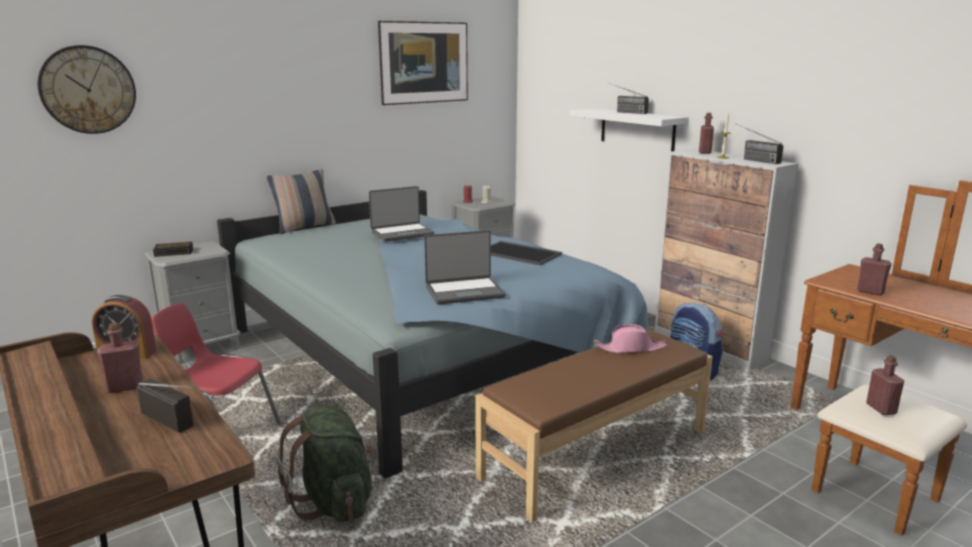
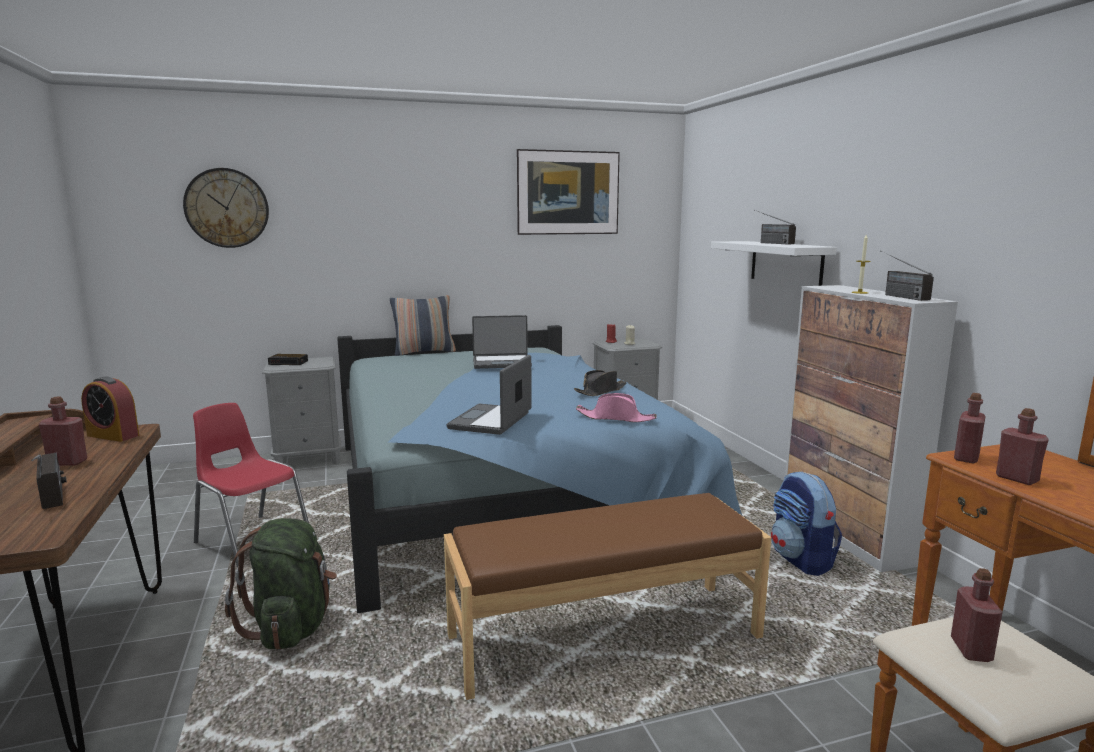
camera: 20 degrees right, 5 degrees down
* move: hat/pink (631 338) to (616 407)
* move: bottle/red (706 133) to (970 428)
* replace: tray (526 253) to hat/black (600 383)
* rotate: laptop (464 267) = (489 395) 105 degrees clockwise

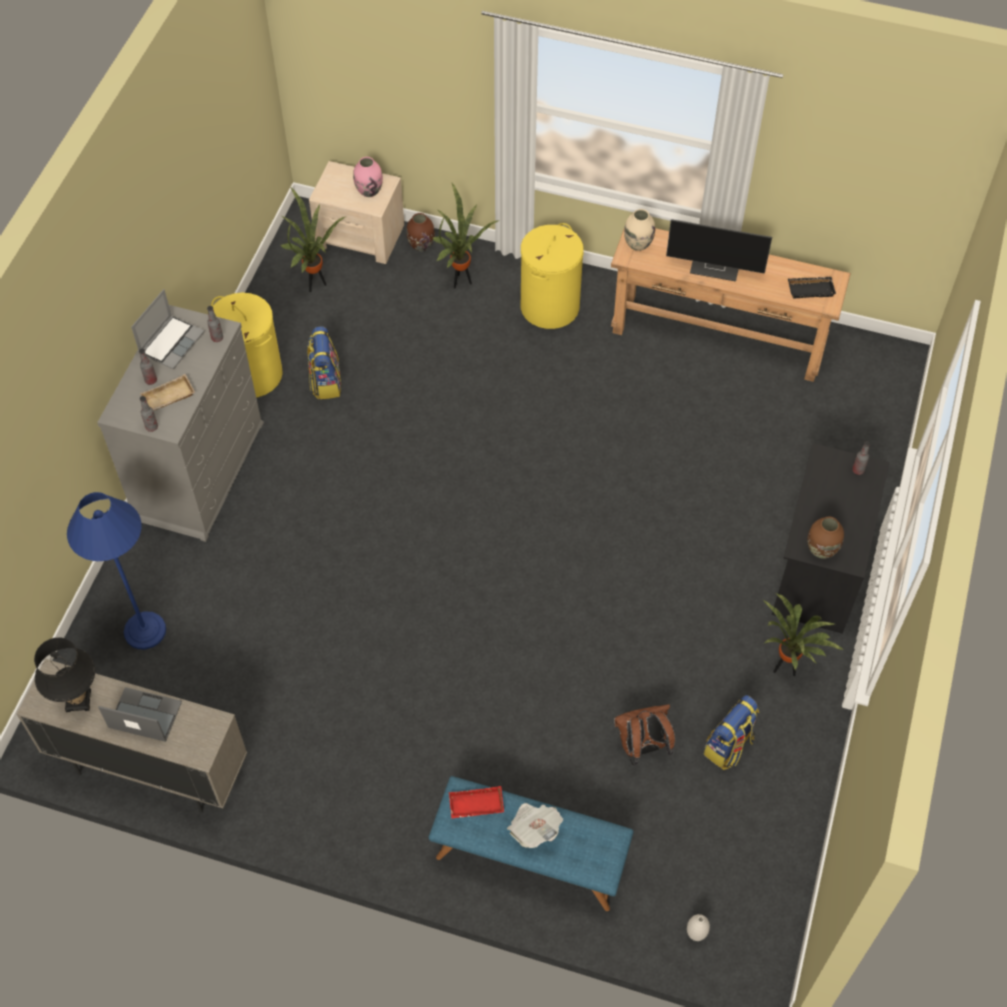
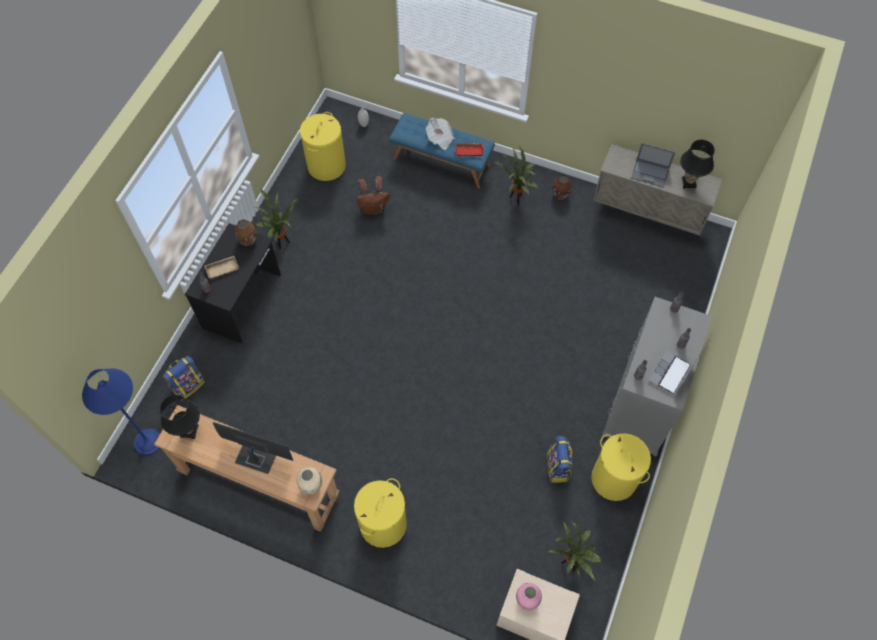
camera: 175 degrees left, 5 degrees up
* insert: laundry basket/yellow (323 146)
* move: floor lamp/blue (116 571) to (121 412)
* move: tray/beige (167 392) to (222 267)
* move: vase/brown (420 232) to (562 187)
* move: potted plant (466 235) to (516 175)
* move: backpack (731 732) to (184 378)
* replace: tray/black (812 287) to table lamp/black (180 417)

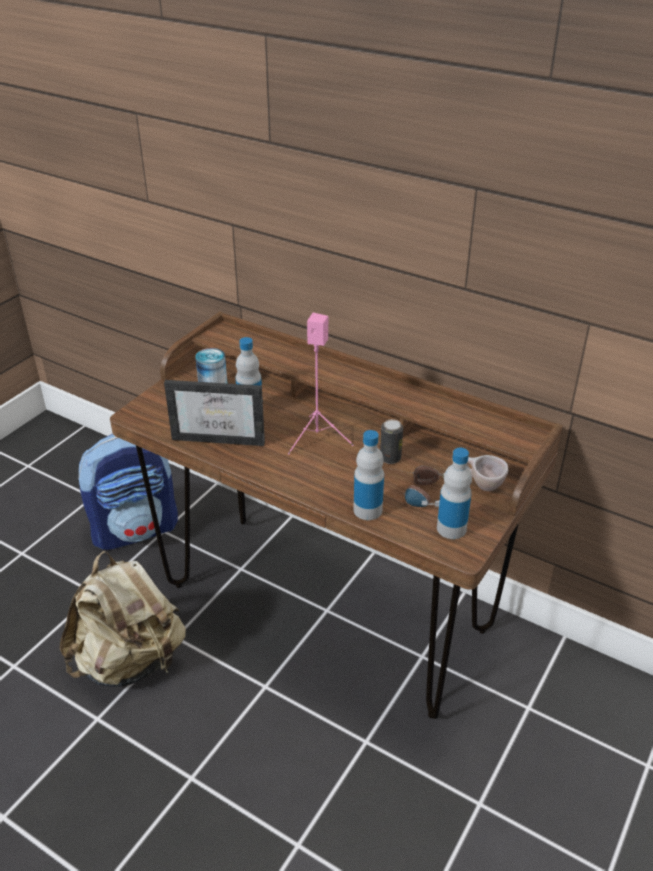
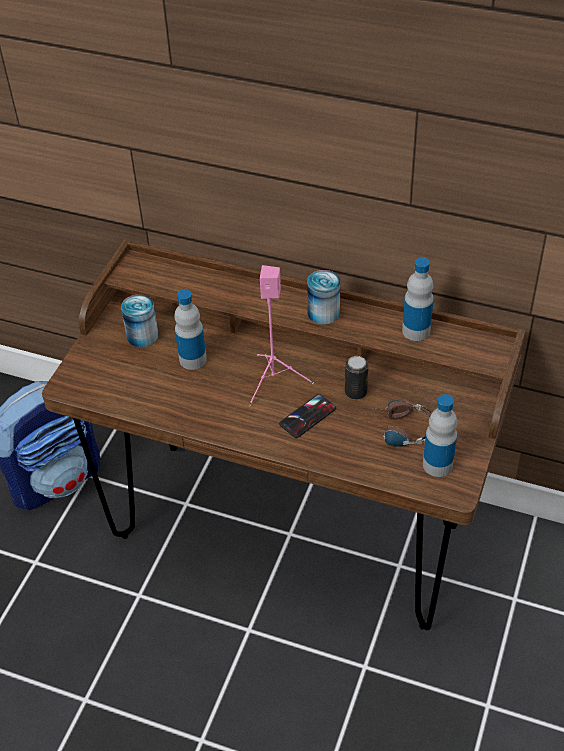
camera: 10 degrees left, 10 degrees up
* delete: backpack/beige (123 619)
* delete: picture frame (214 413)
* delete: cup/beige (487 473)
* insert: phone (307 416)
* insert: can (323 297)
* move: bottle (368 475) to (418 299)

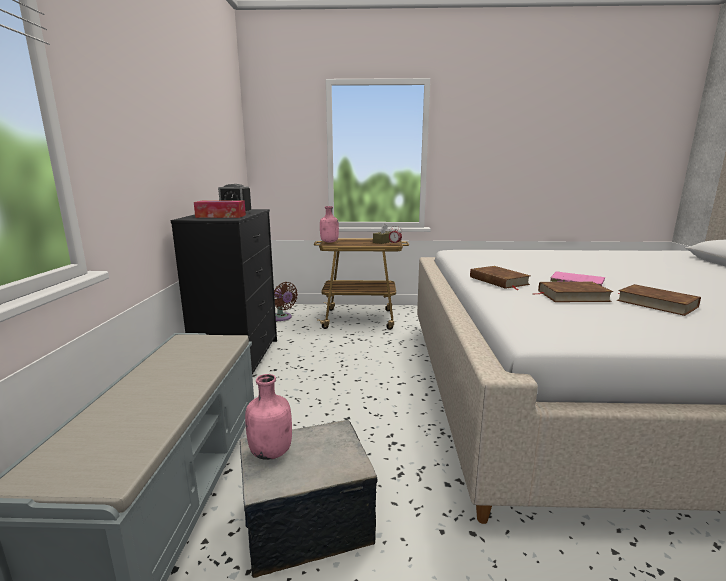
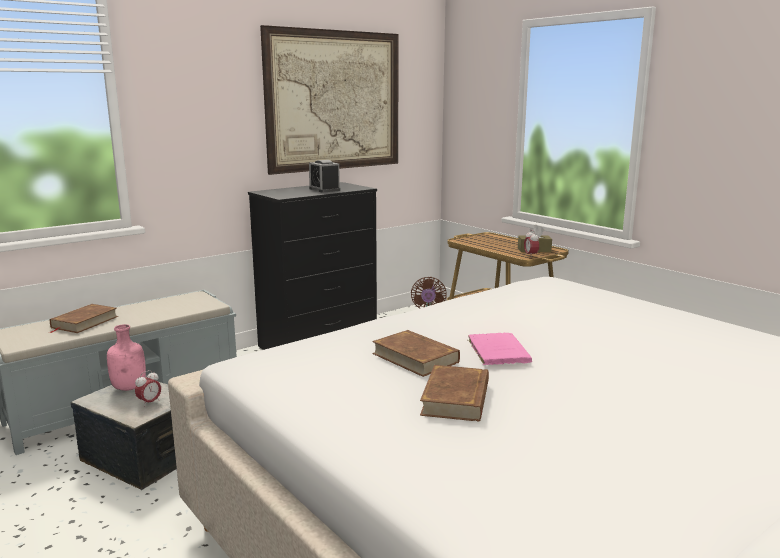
camera: 50 degrees right, 0 degrees up
* delete: tissue box (220 209)
* delete: bottle/pink (329 224)
* insert: alarm clock (148 388)
* insert: picture (329 100)
* move: book/brown (500 278) to (83 318)

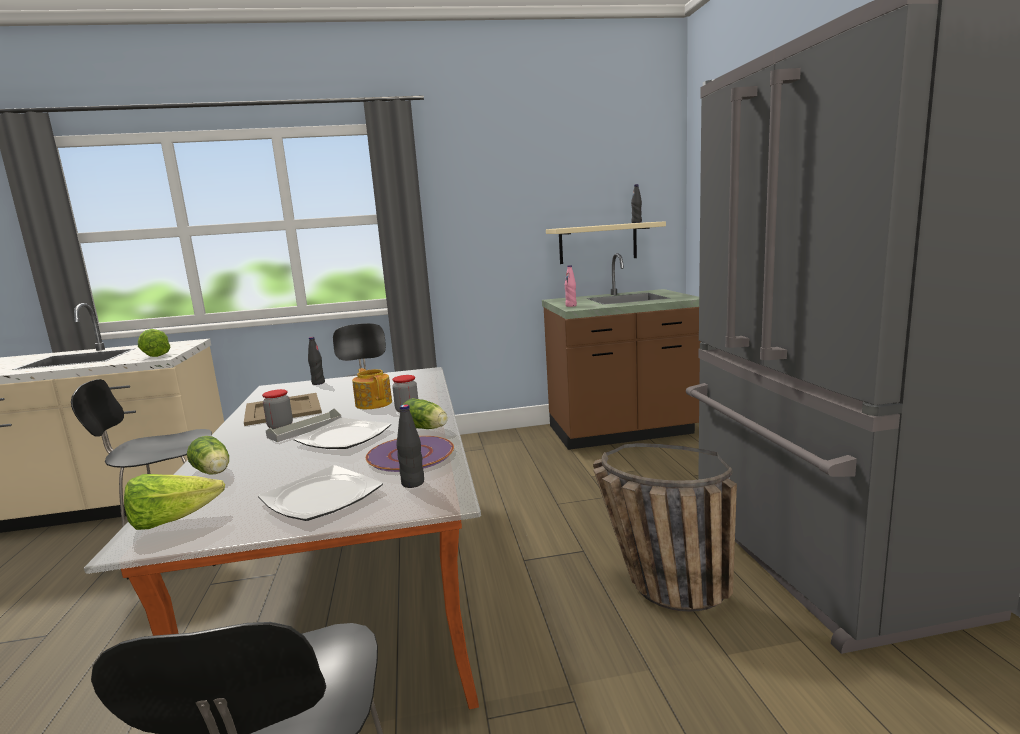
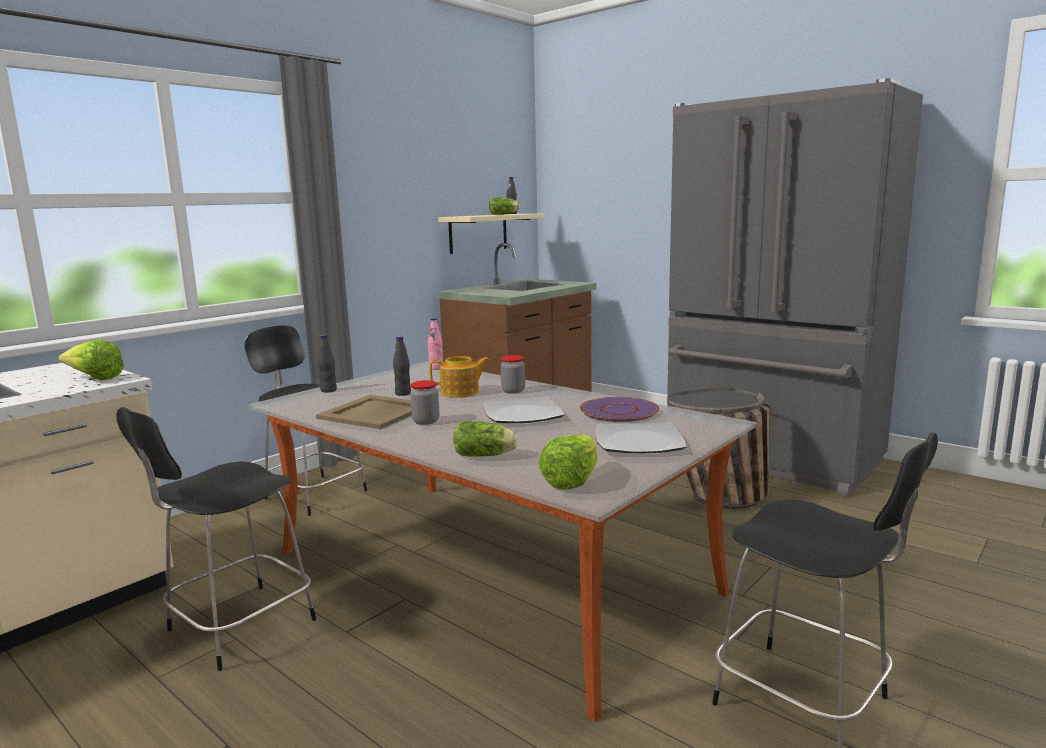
camera: 40 degrees left, 0 degrees up
* delete: tray/grey (303 425)
* move: bottle/black (410 446) to (402 366)
* move: lettuce (425 413) to (504 206)
* move: bottle/pink (571 286) to (435 344)
* rotate: teapot (372 388) = (459 377) 150 degrees clockwise

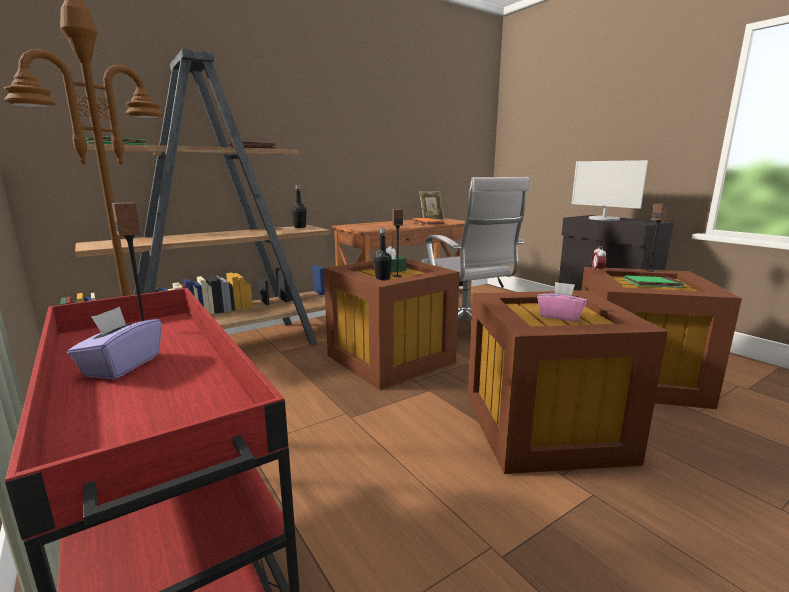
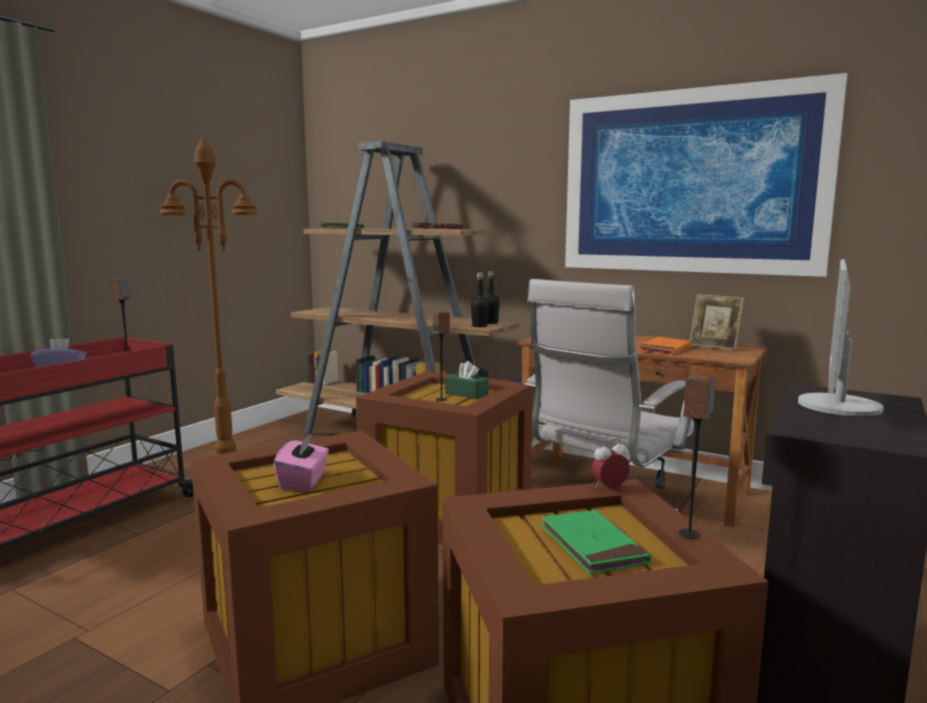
camera: 65 degrees right, 5 degrees down
* insert: picture (706 175)
* move: bottle/black (383 254) to (480 299)

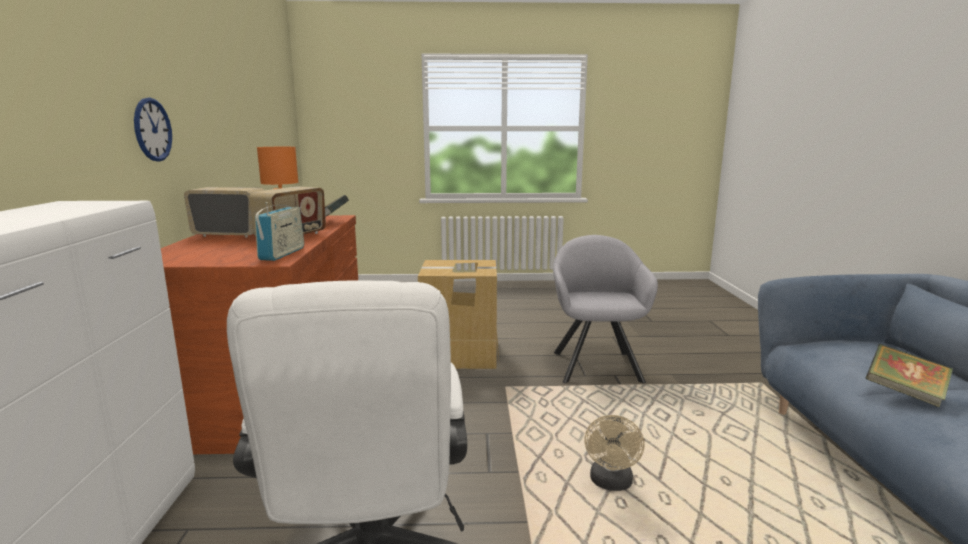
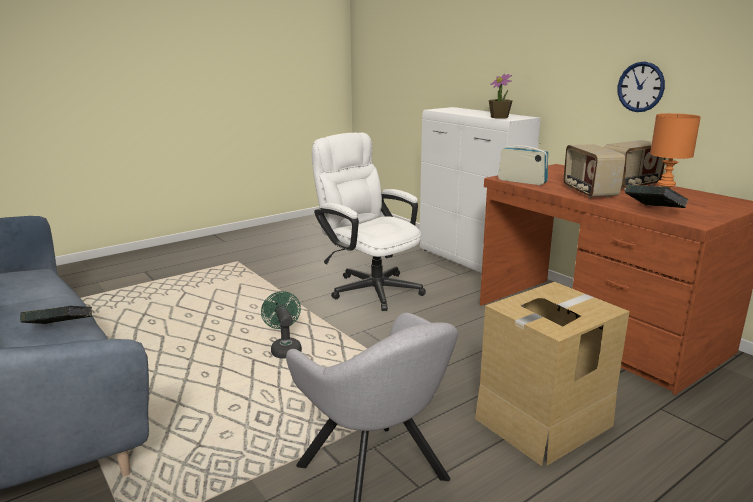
camera: 145 degrees right, 5 degrees up
* insert: potted plant (501 96)
* recolor: fan/beige (614 453) to fan/green (281 324)
* rotate: radio (279 231) = (523 164) 150 degrees clockwise

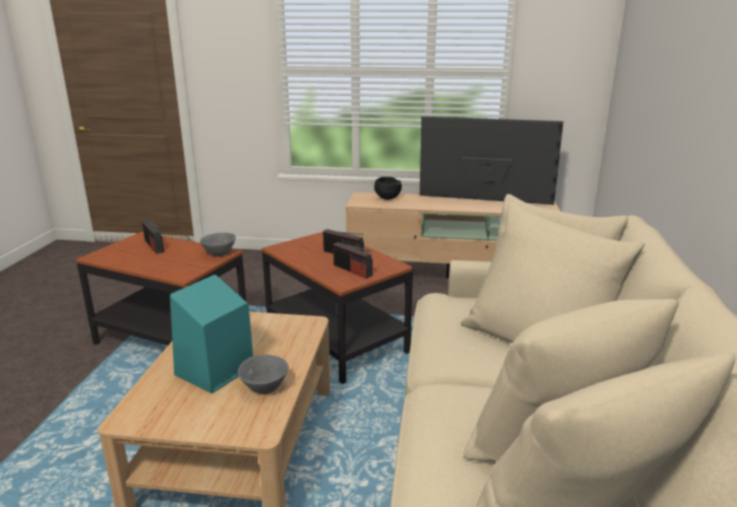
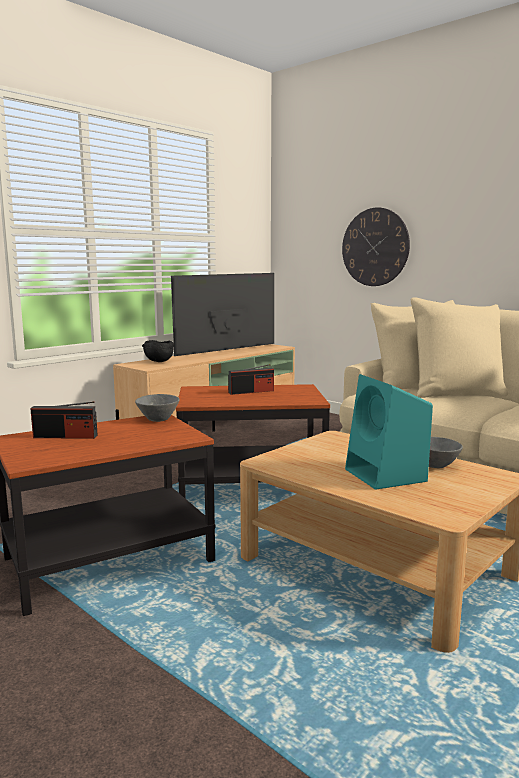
camera: 55 degrees left, 10 degrees down
* delete: radio (352 260)
* insert: wall clock (376 246)

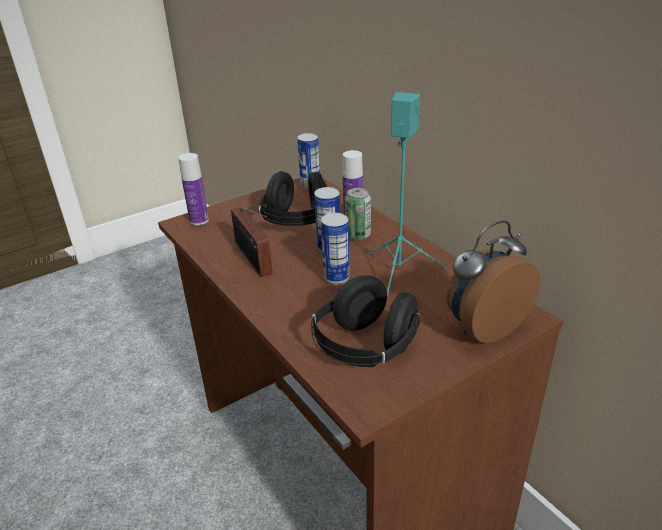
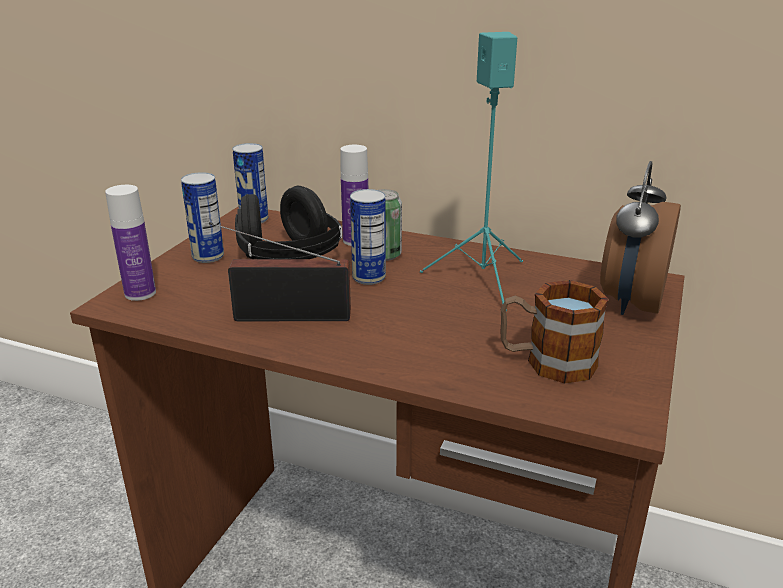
camera: 35 degrees left, 5 degrees down
* move: can (335 249) to (202 217)
* replace: headphones/black (365 321) to mug (555 331)
* rotate: radio (252 242) = (280 271) 150 degrees clockwise

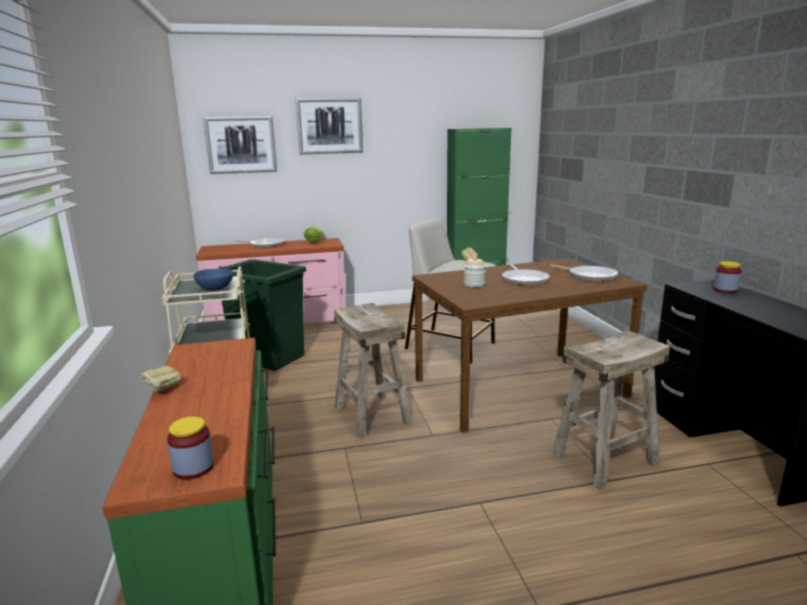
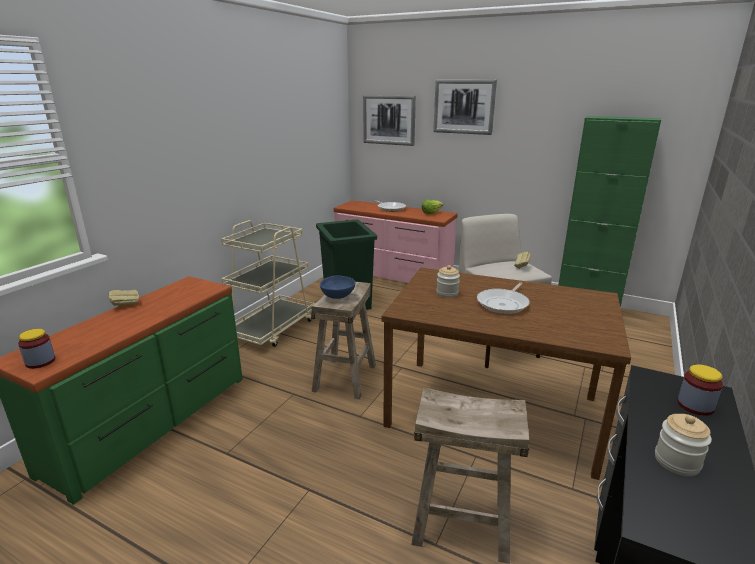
camera: 40 degrees right, 5 degrees up
* delete: frying pan (584 273)
* insert: jar (683 445)
* move: bowl/blue (213 280) to (337 287)

